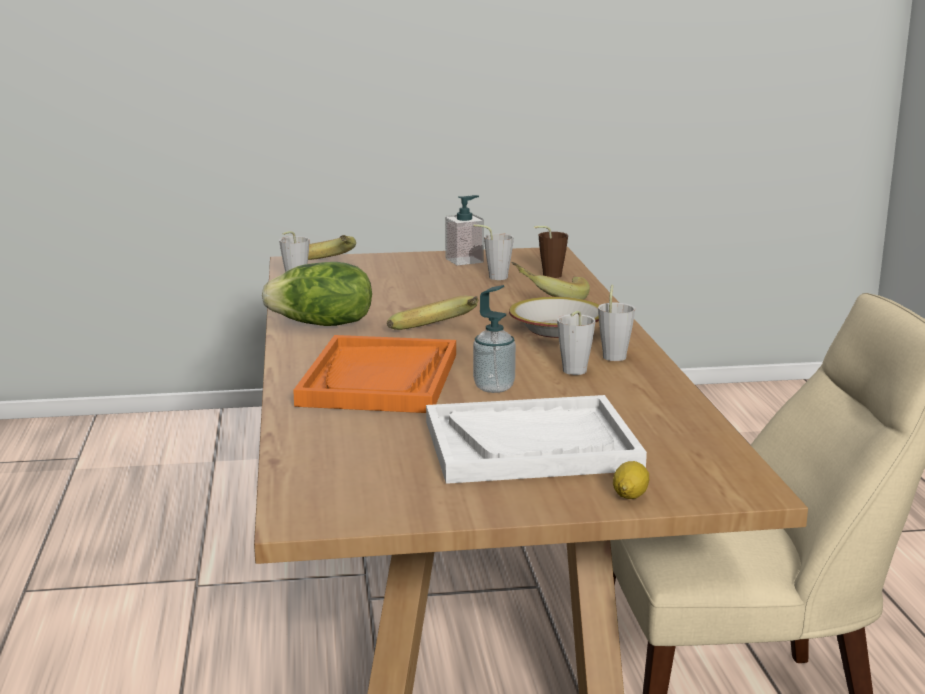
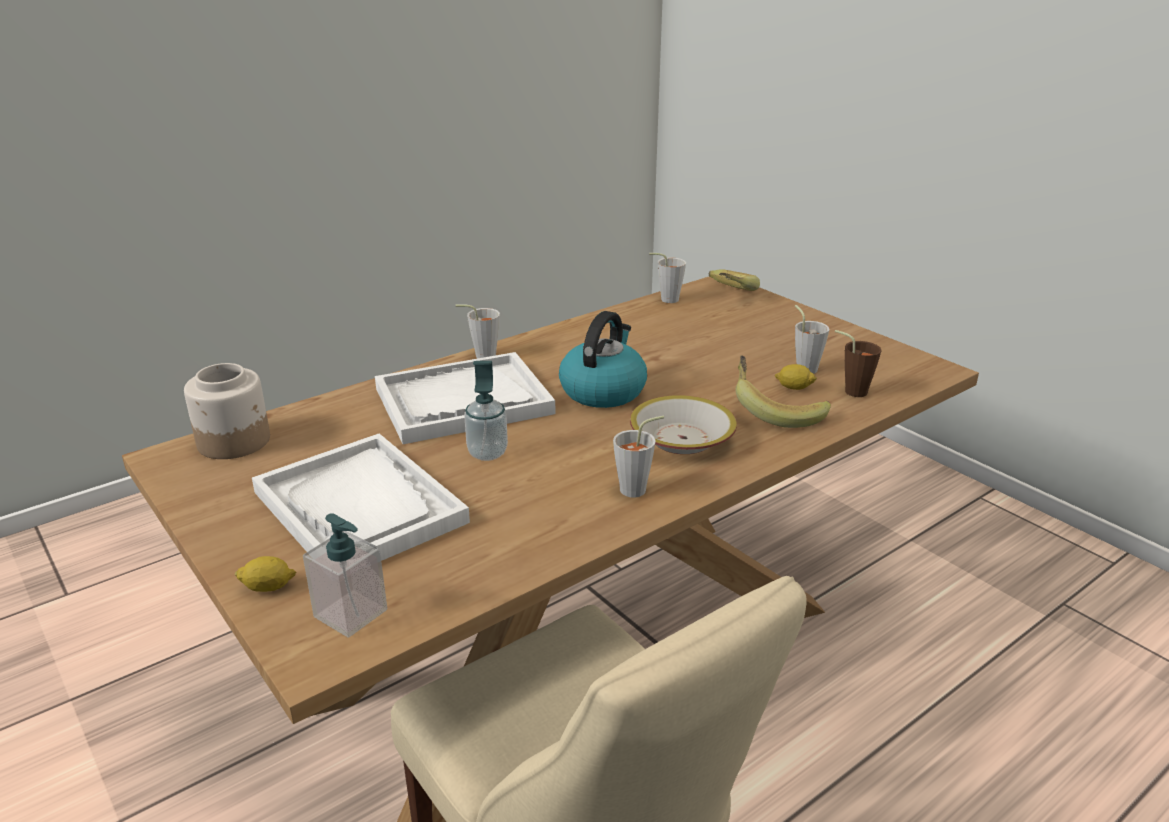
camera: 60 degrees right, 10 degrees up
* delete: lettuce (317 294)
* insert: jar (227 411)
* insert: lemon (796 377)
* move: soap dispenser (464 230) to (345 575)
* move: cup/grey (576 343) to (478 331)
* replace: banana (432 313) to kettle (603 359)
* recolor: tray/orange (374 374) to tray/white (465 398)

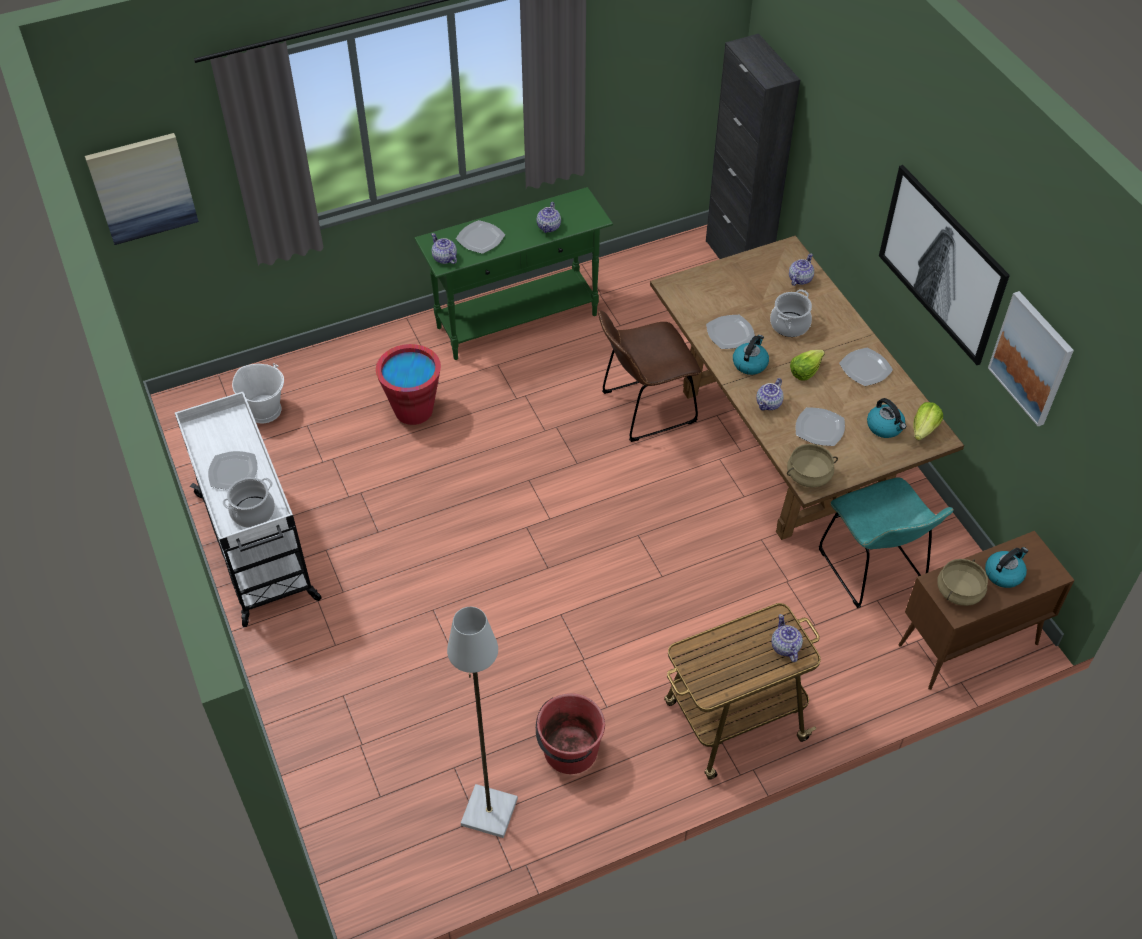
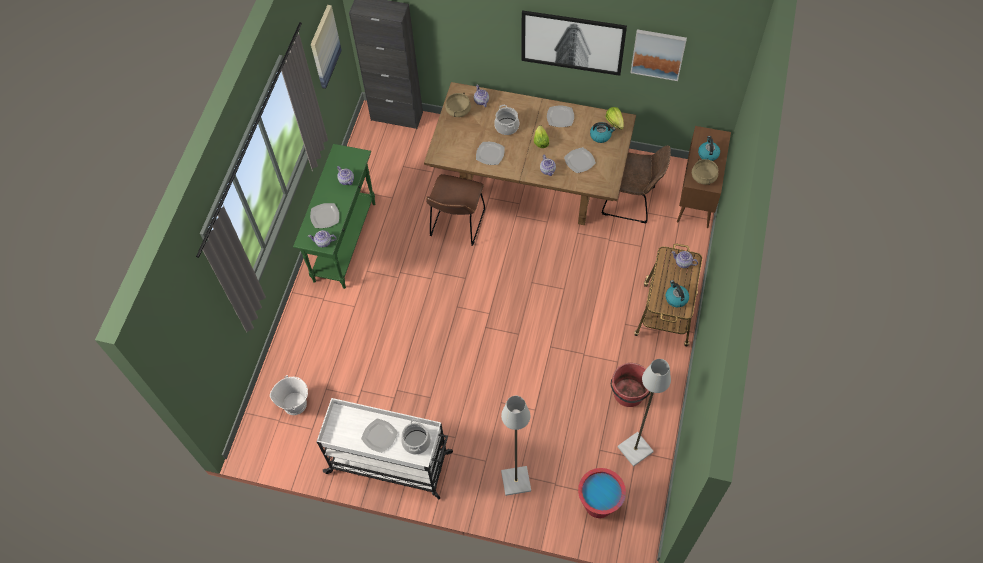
camera: 50 degrees left, 10 degrees up
* insert: floor lamp/grey (516 446)
* move: picture (142 189) to (326 47)
* move: bucket/red (408 384) to (602 493)
* move: kettle (751 355) to (677 293)
* move: cooking pot/beige (812 466) to (458 105)
* recolor: chair/turquoise (886 542) to chair/brown (636 184)

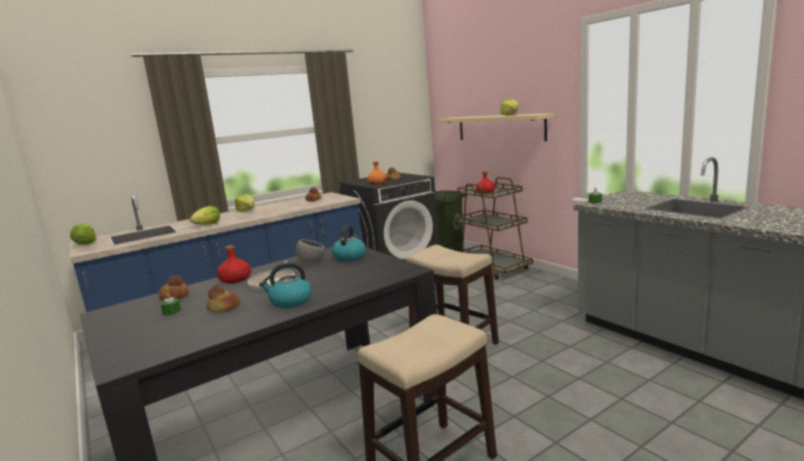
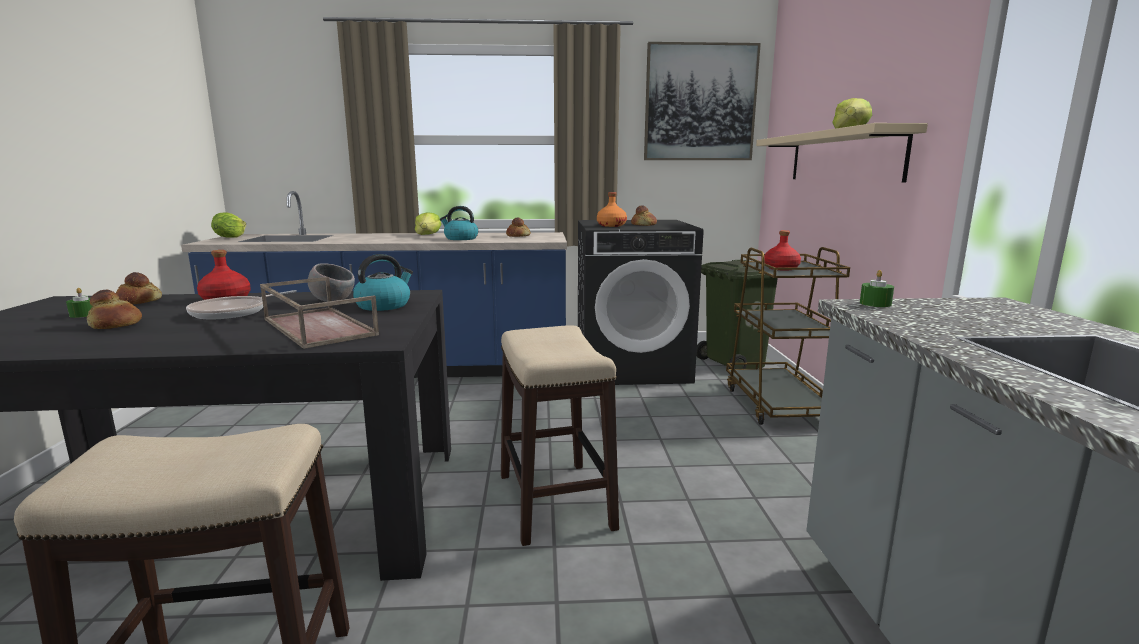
camera: 30 degrees right, 0 degrees up
* delete: lettuce (204 215)
* insert: tray/brown (319 313)
* insert: picture (702 101)
* move: kettle (285 285) to (459 223)

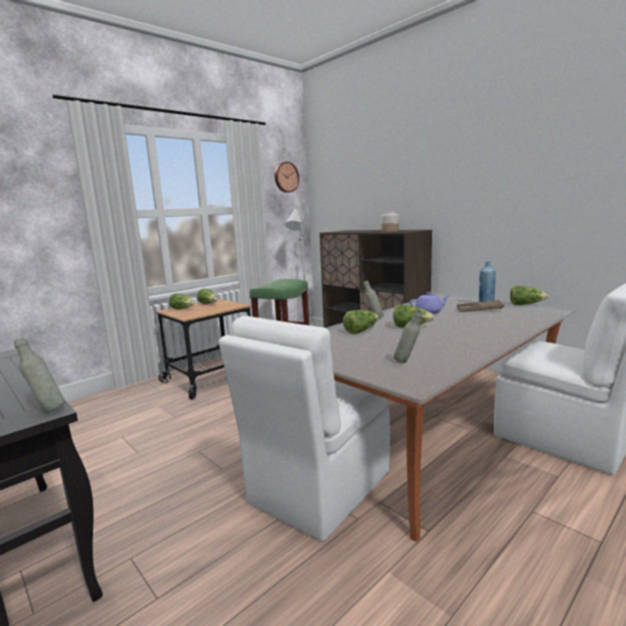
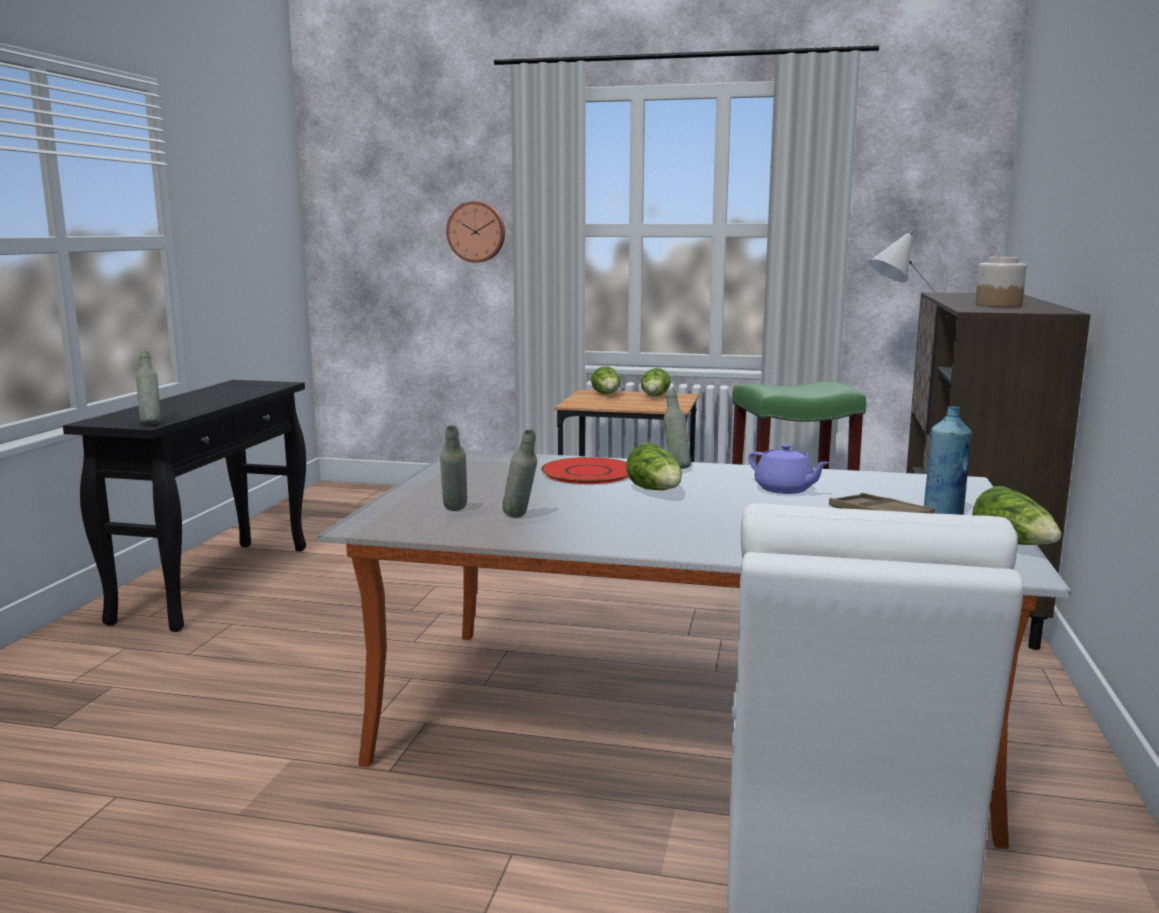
camera: 55 degrees right, 0 degrees up
* delete: chair/white (304 428)
* insert: bottle/grey (519 473)
* move: wall clock (286 177) to (475 232)
* replace: lettuce (361 322) to plate/red (585 470)

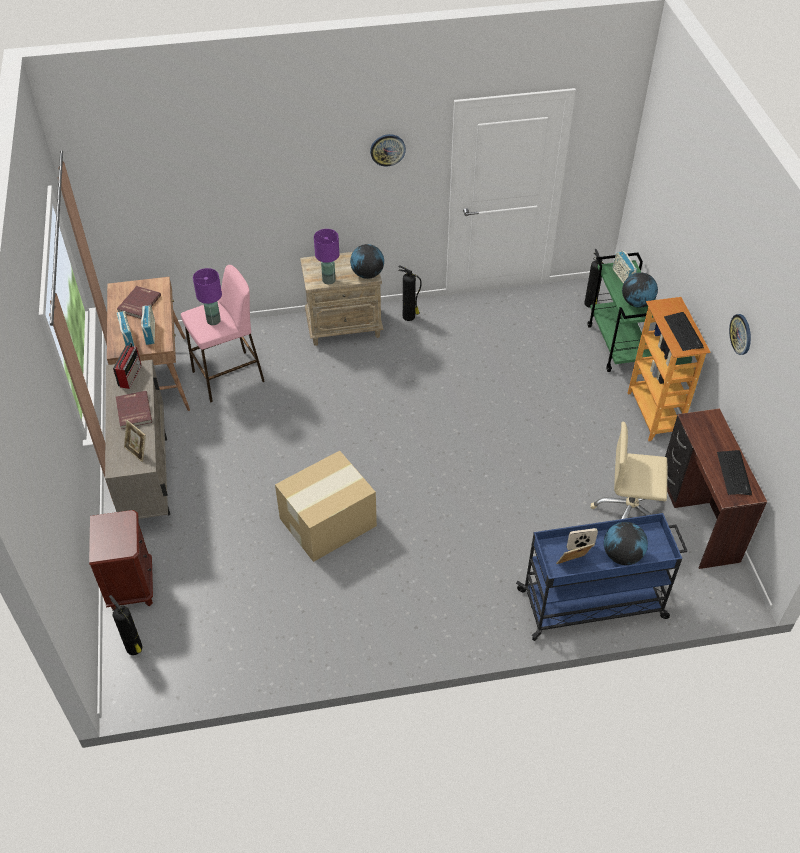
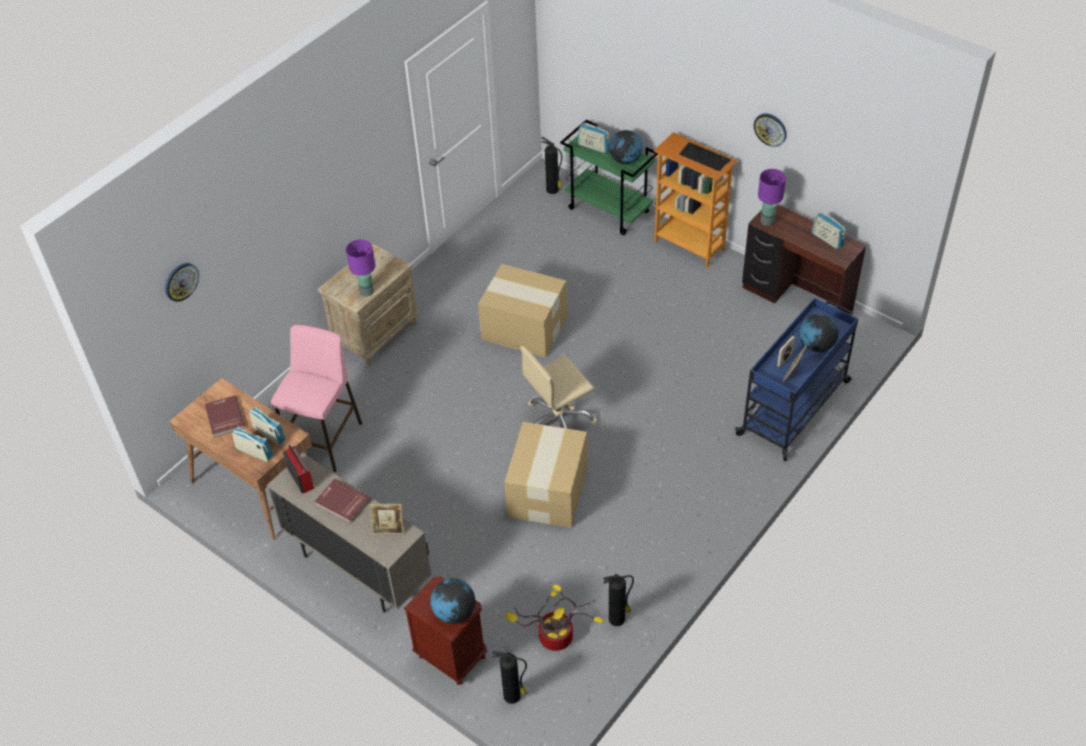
camera: 40 degrees left, 0 degrees up
* insert: cardboard box (522 311)
* insert: potted plant (555 618)
* move: table lamp/purple (207 296) to (772 197)
* move: globe (367 261) to (452 601)
* move: wall clock (388 150) to (182 282)
* move: fire extinguisher (410 293) to (618 600)
* move: office chair/beige (629 470) to (558 387)
* replace: keyboard (734 472) to radio (829 230)

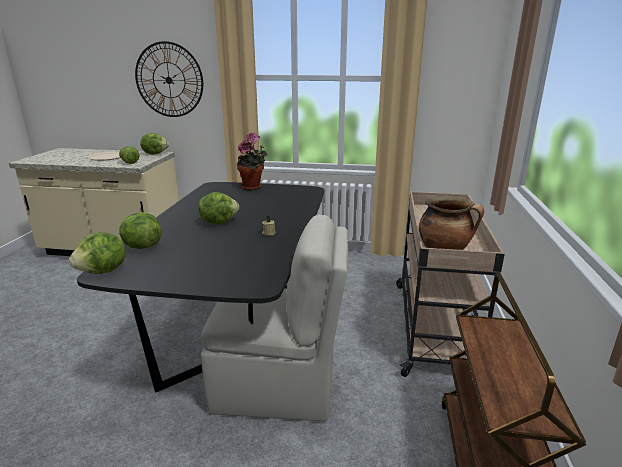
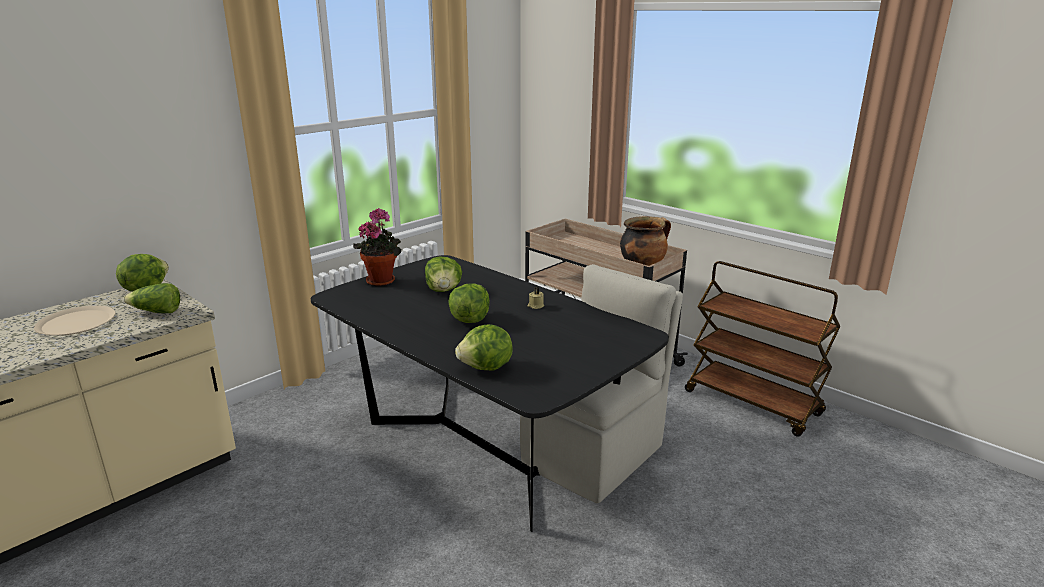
camera: 55 degrees left, 0 degrees up
* delete: wall clock (169 79)
* move: lettuce (97 253) to (443 274)

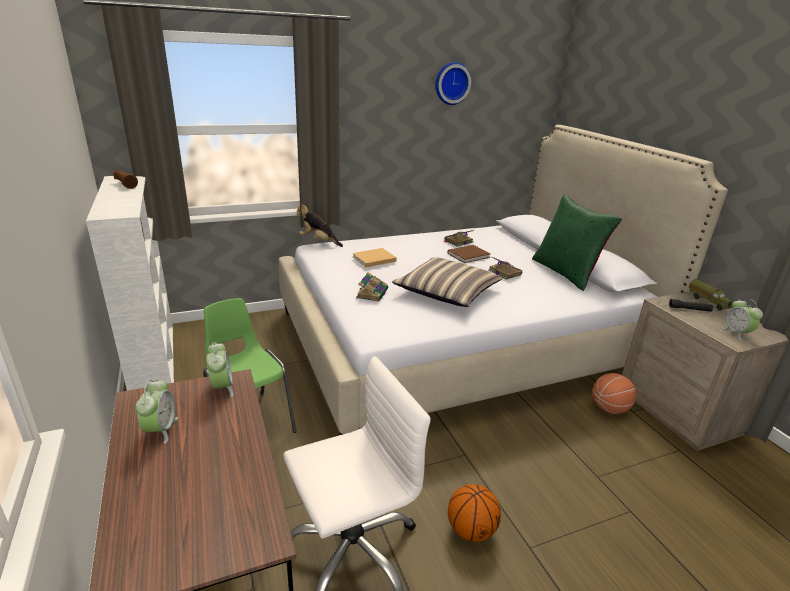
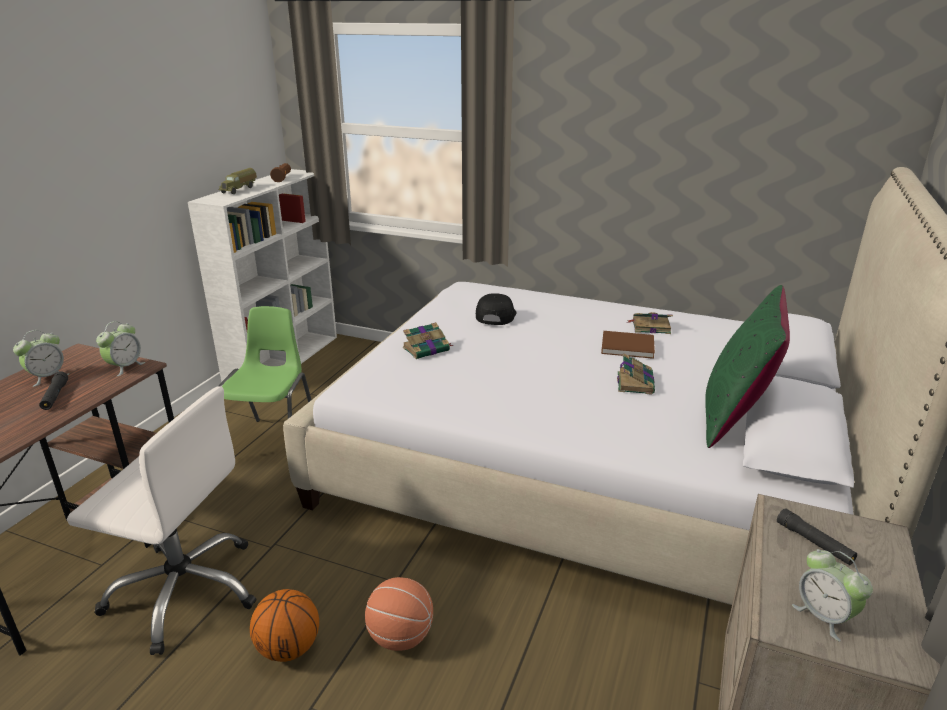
camera: 45 degrees right, 0 degrees up
* delete: plush toy (319 225)
* delete: pillow (447 282)
* delete: wall clock (453 83)
* insert: flashlight/black (53 390)
* move: basketball (614 393) to (399 614)
* move: toy truck (710 295) to (237 181)
* replace: book/beige (374 257) to cap/black (496 309)
* rotate: alarm clock (742 320) = (832 595) 60 degrees counterclockwise

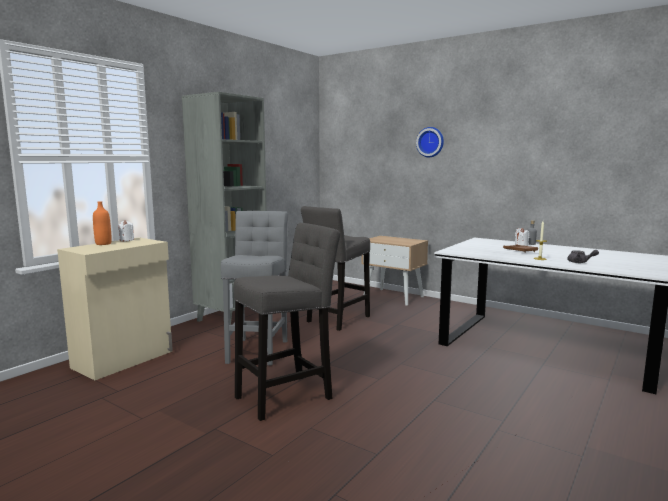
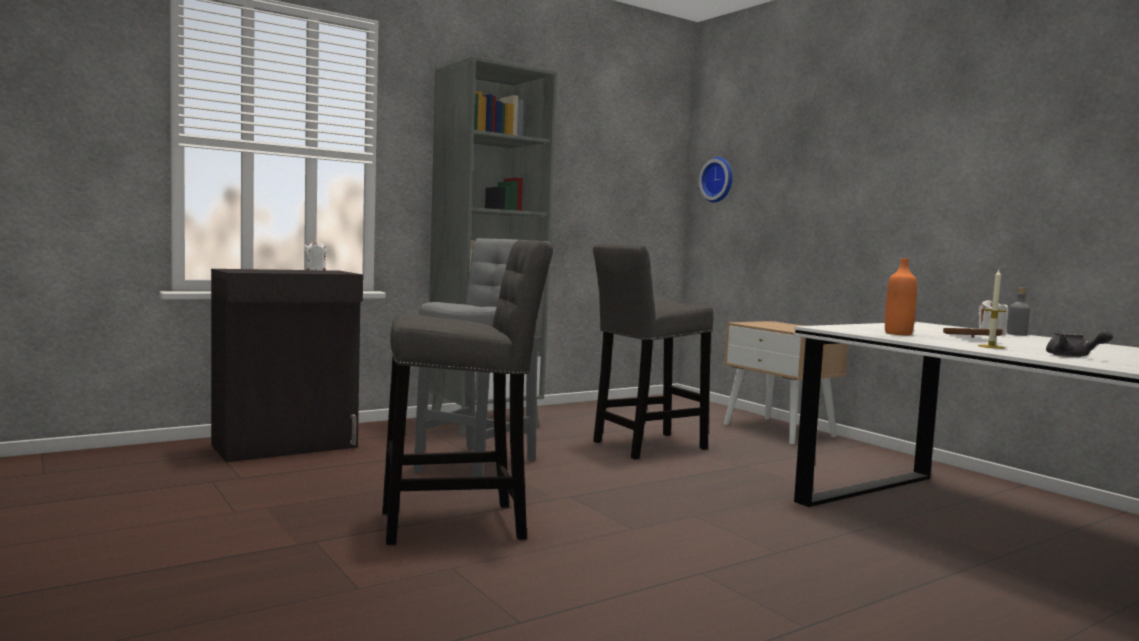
camera: 20 degrees right, 5 degrees down
* move: bottle/orange (102 223) to (901 296)
* move: wall clock (430 142) to (716 179)
* recolor: cabinet/beige (115 309) to cabinet/black (287 365)

